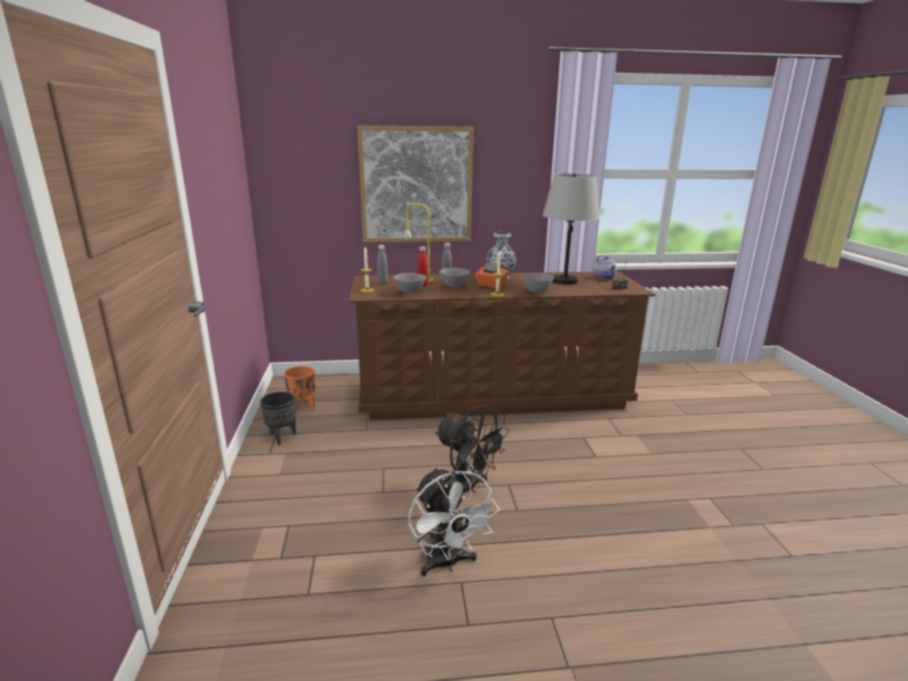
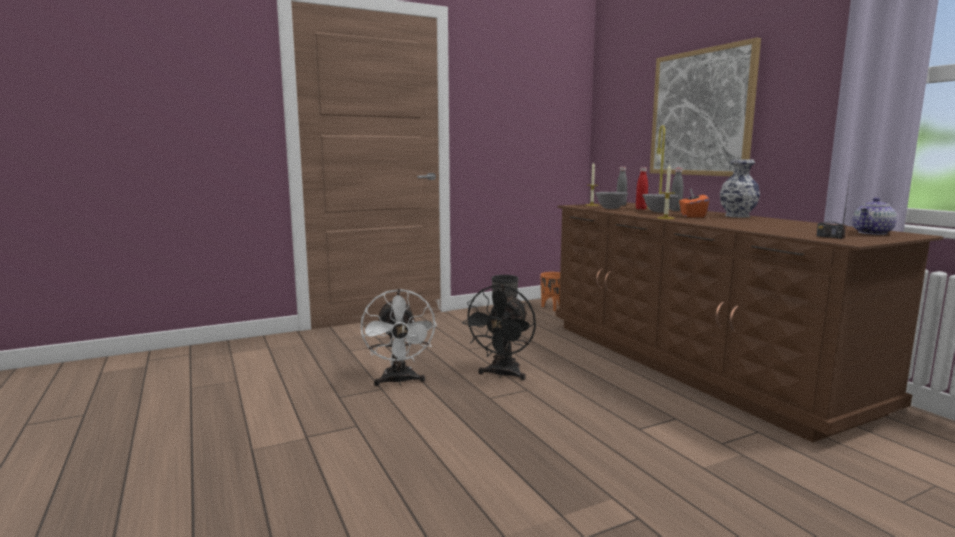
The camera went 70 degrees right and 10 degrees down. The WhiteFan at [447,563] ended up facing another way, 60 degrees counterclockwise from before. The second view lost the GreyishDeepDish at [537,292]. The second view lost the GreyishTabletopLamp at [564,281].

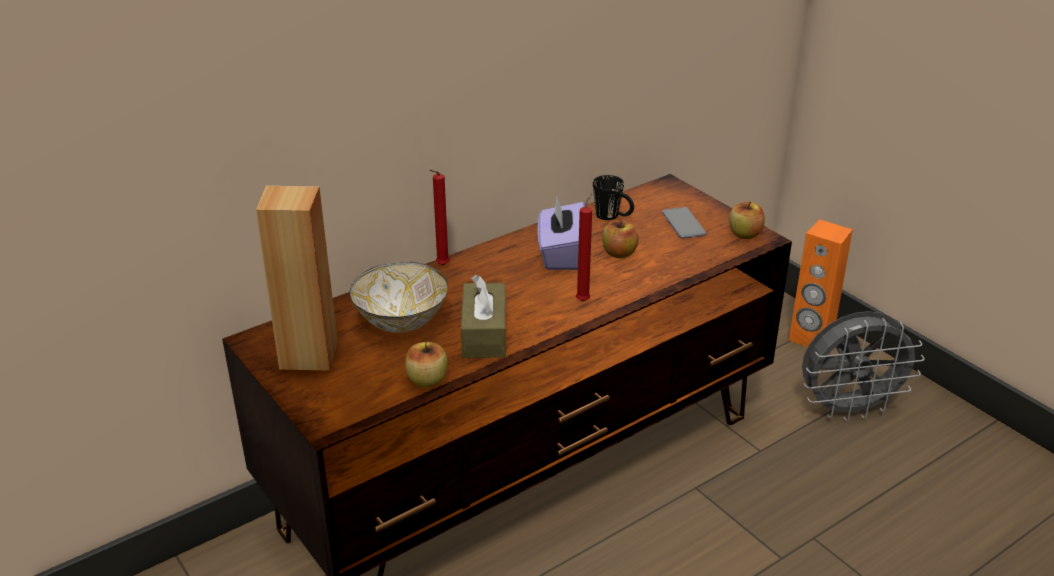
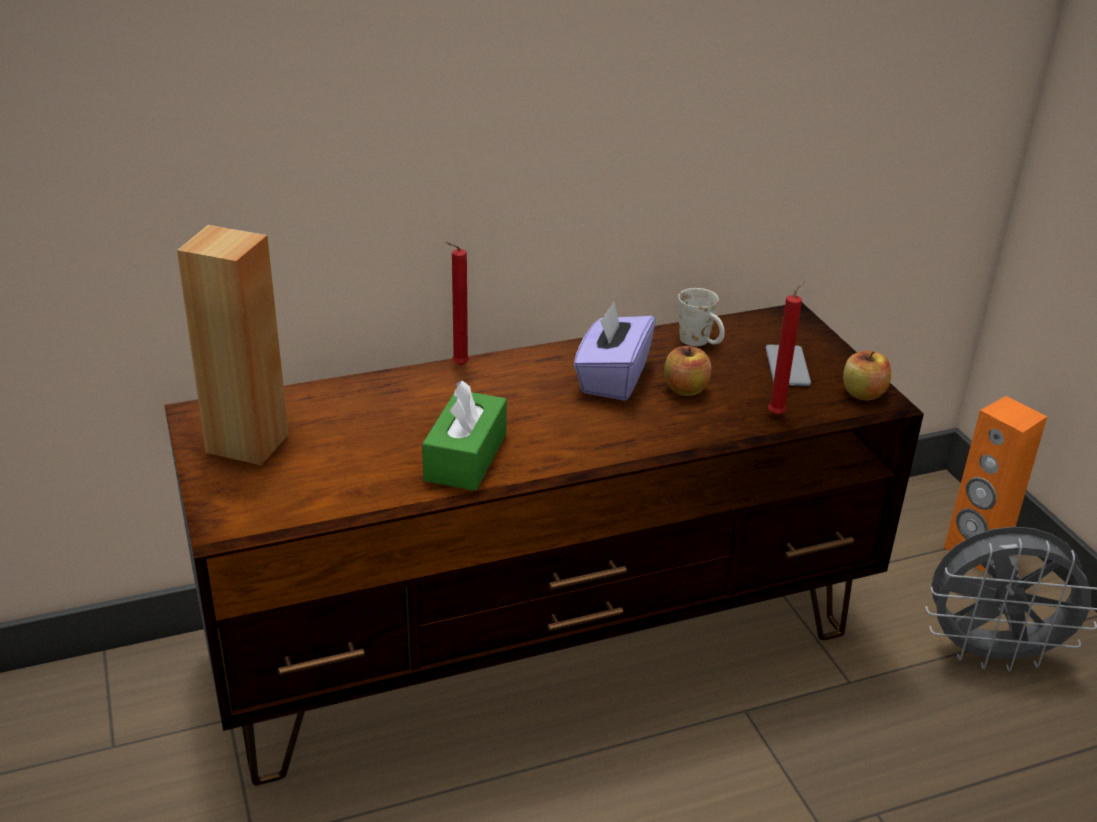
The camera went 15 degrees right and 0 degrees up. The second view lost the DeepDish at [400,321]. The second view lost the WholeApple at [427,380]. What was the BrownColouredTissueBox at [484,334] turned into the GreenishTissueBox at [466,457]. The RedColouredWaxLight ended up elsewhere, having gone from [584,300] to [778,414]. What was the BlackTeaMug at [613,217] turned into the WhiteTeaMug at [701,343].

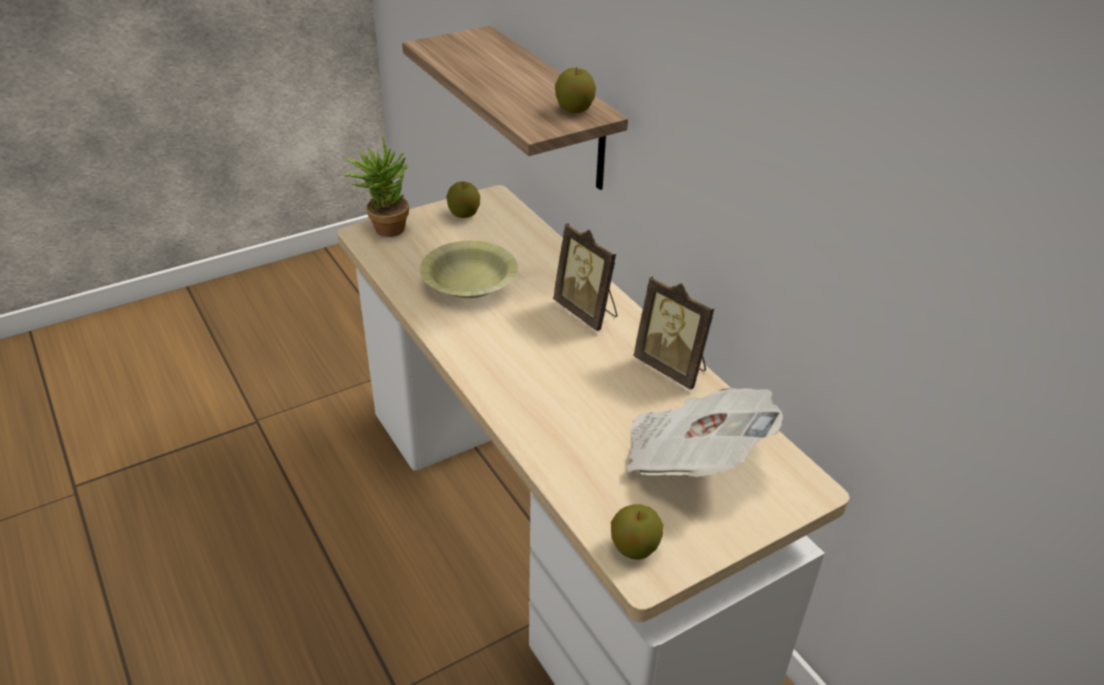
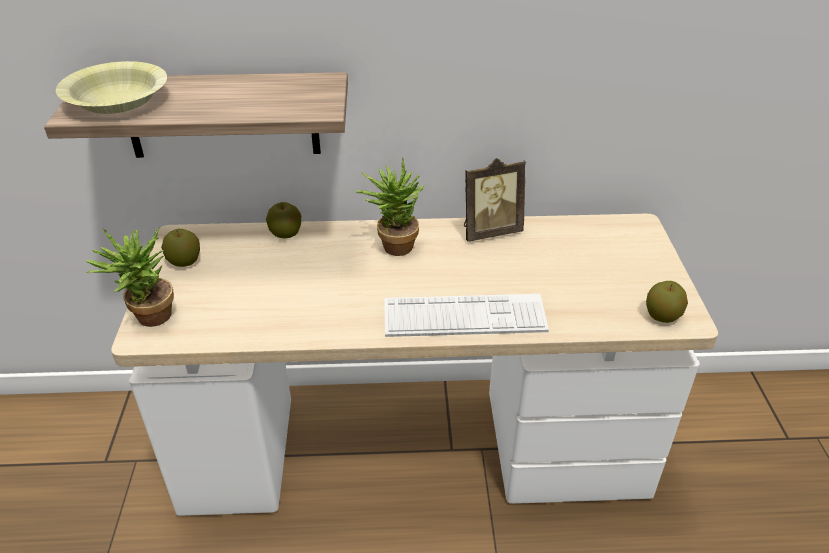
The camera went 60 degrees left and 0 degrees up. The YellowDeepDish ended up elsewhere, having gone from [469,282] to [117,101]. Where the PhotoFrame stood at [587,312], the PottedPlant came to stand at [393,245]. The WholeApple ended up elsewhere, having gone from [574,110] to [286,234]. The second view lost the DailyPaper at [691,458]. The second view gained the Keyboard at [464,317].

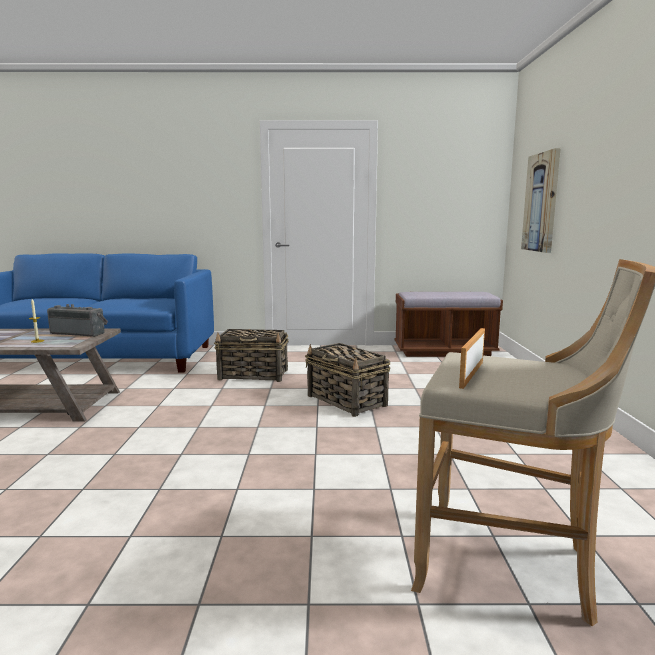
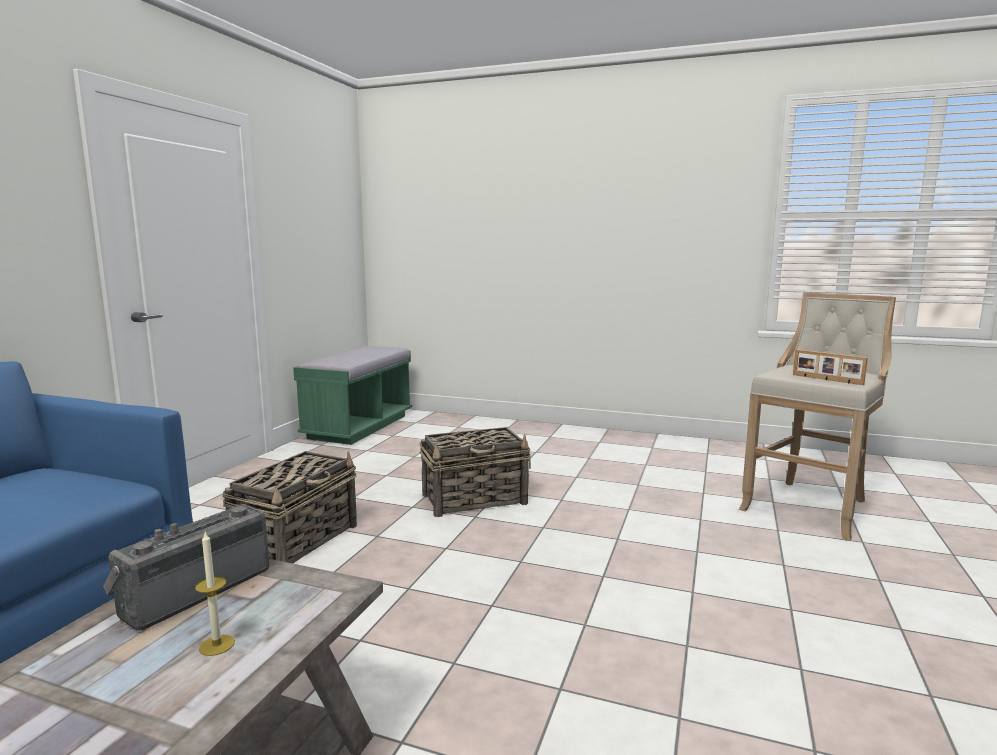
The camera went 70 degrees left and 0 degrees up. What was the BrownColouredBench at [444,351] turned into the GreenishBench at [359,427]. The second view lost the WallPicture at [541,202].

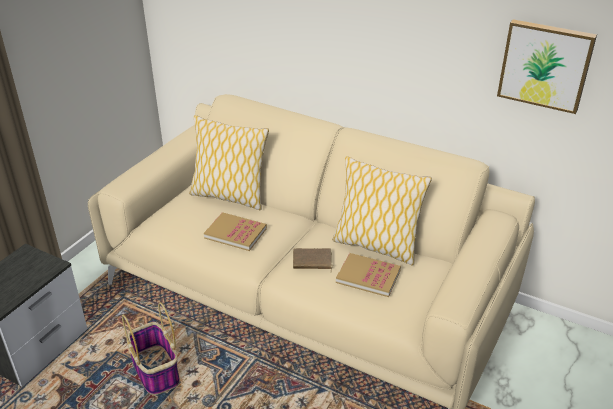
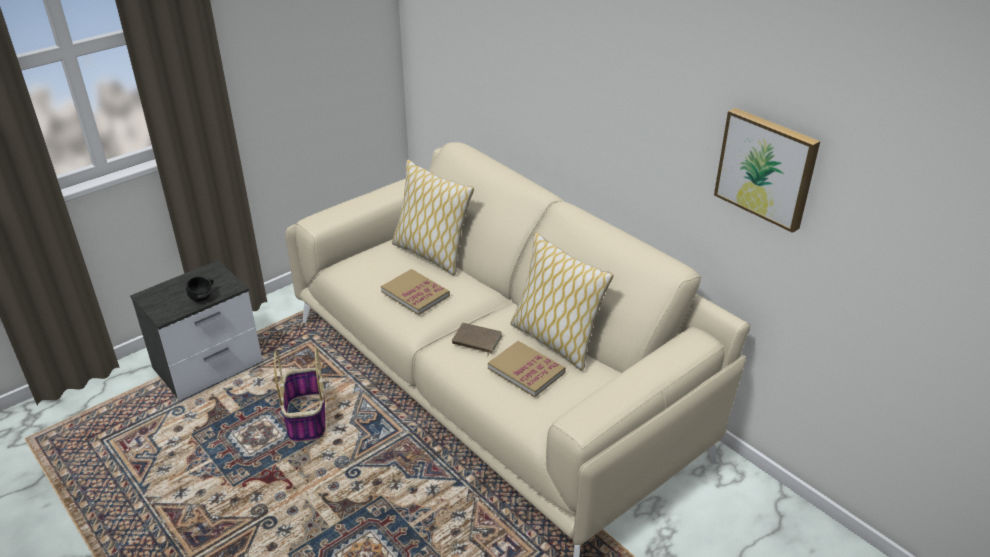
The camera went 20 degrees right and 0 degrees up. The second view gained the BlackTeaMug at [204,297].

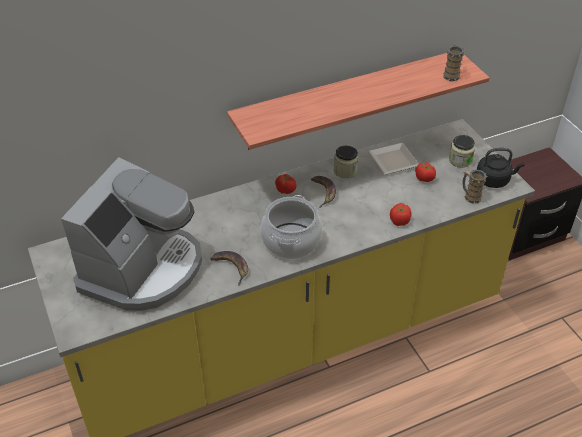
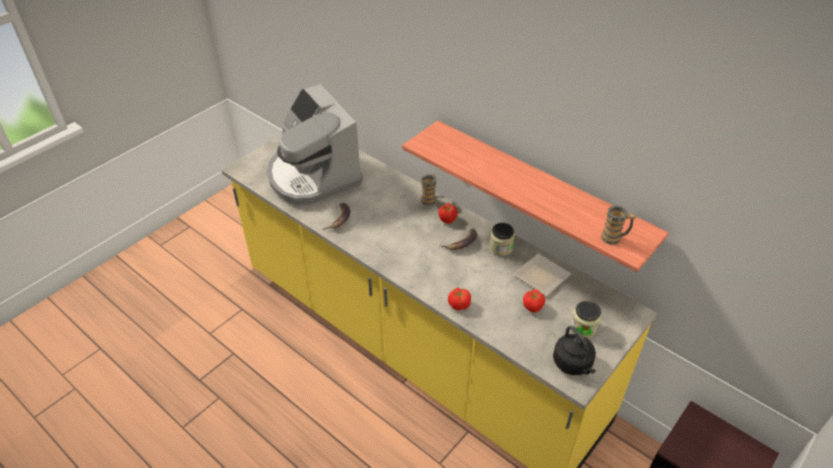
The camera went 65 degrees right and 0 degrees up. The CoffeeMaker at [143,269] ended up facing another way, 60 degrees clockwise from before. The second view lost the Saucepot at [291,241]. The TeaMug ended up elsewhere, having gone from [470,196] to [429,198].

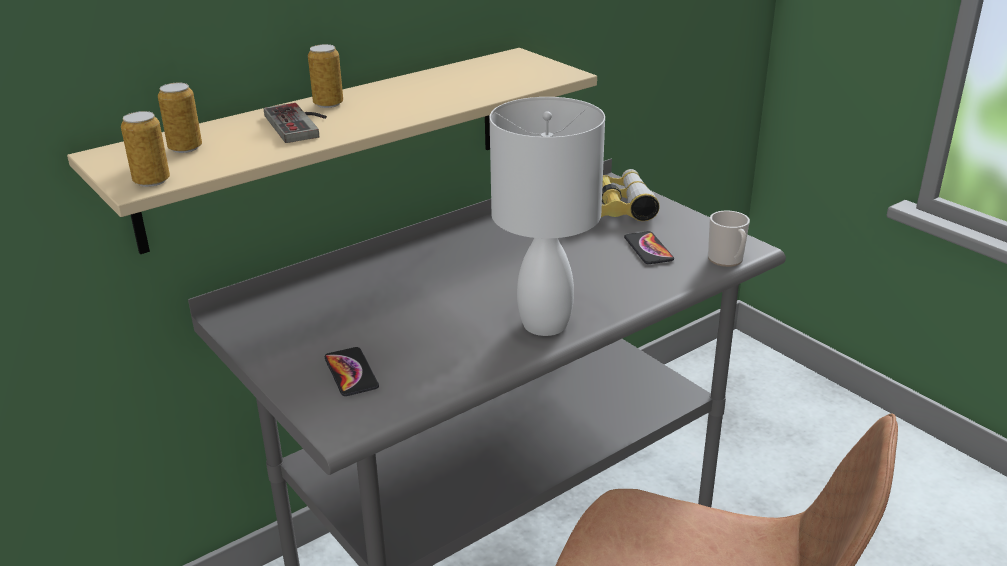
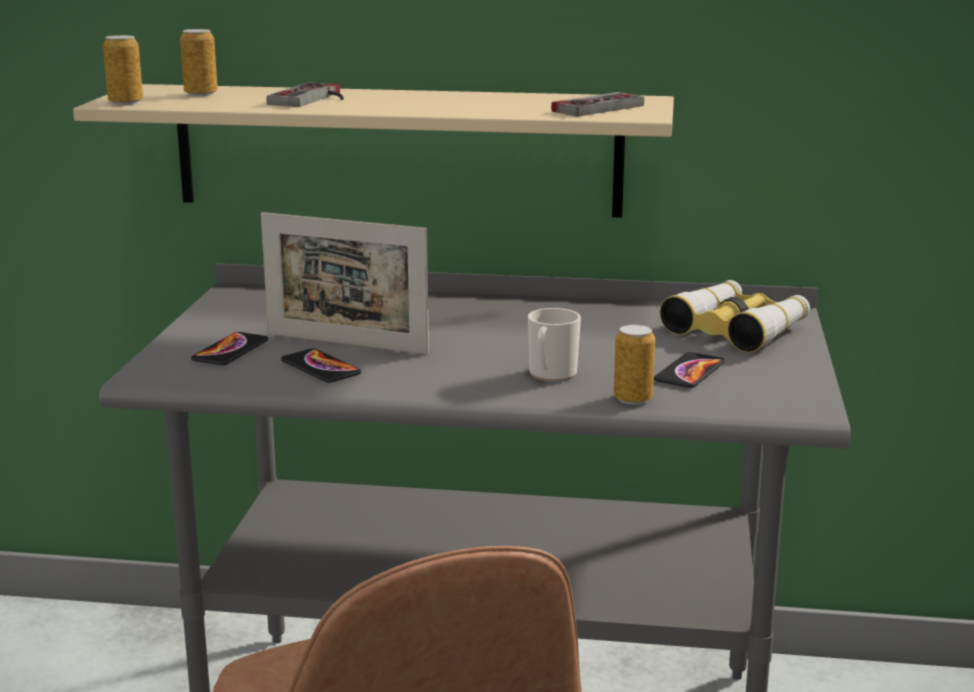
The camera went 45 degrees right and 10 degrees down. The Can ended up elsewhere, having gone from [328,104] to [632,399]. The second view lost the WhiteTabletopLamp at [543,323]. The TeaMug ended up elsewhere, having gone from [727,260] to [551,375]. The second view gained the PhotoFrame at [346,343]. The second view gained the Telephone at [320,367]. The second view gained the Joypad at [590,107].

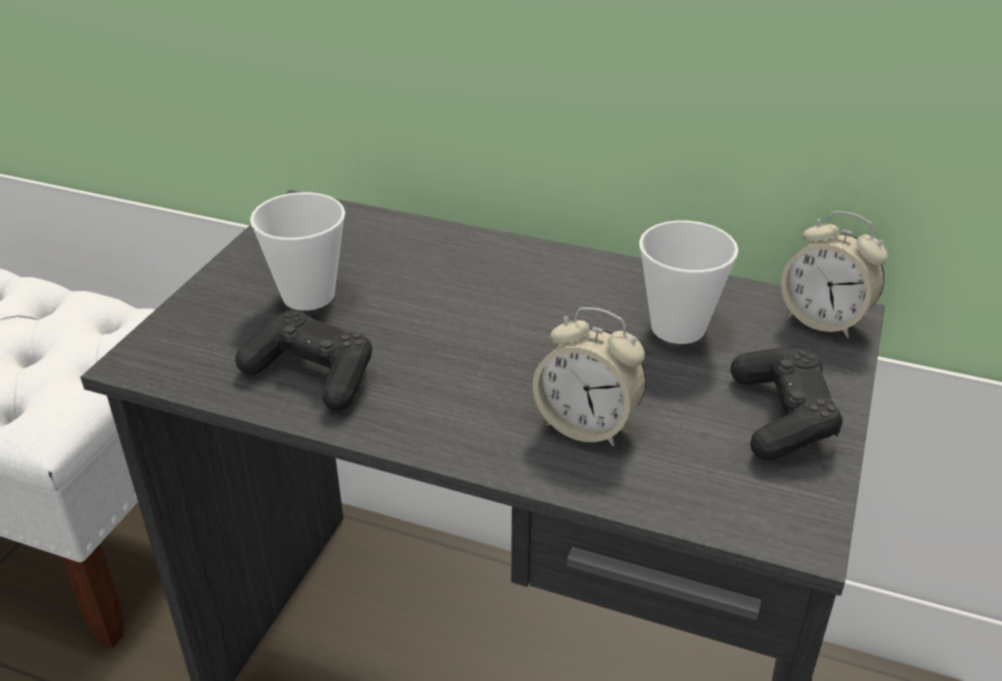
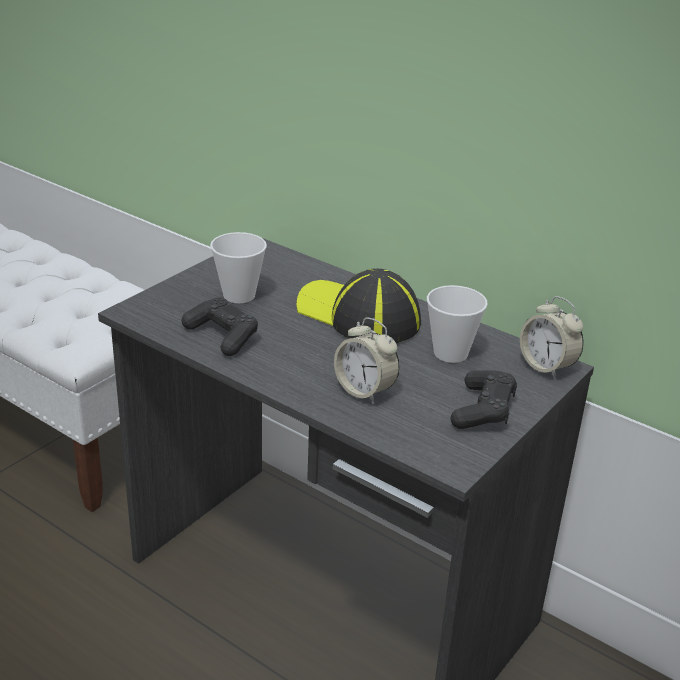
The camera went 15 degrees right and 5 degrees down. The second view gained the PeakedCap at [358,316].

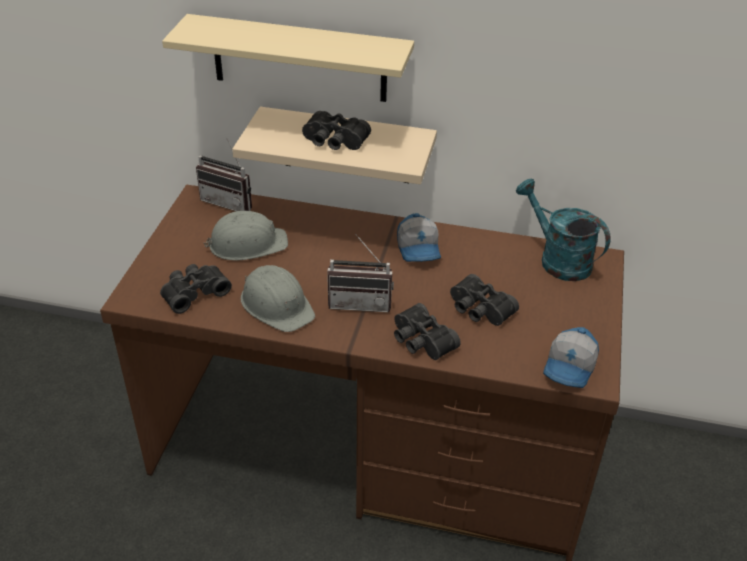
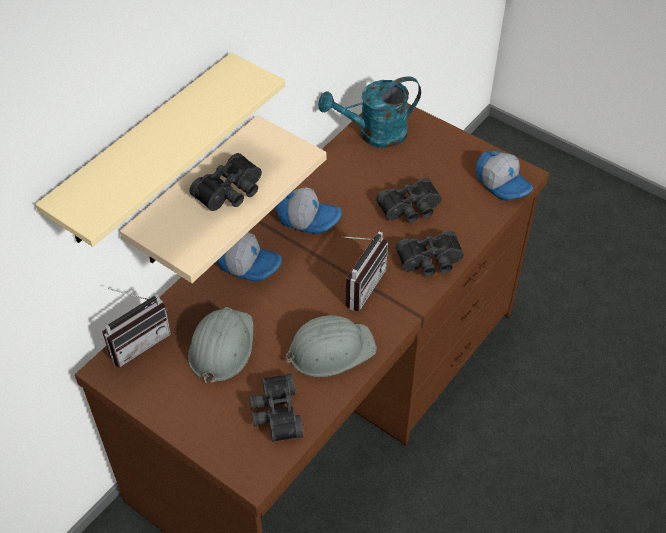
The camera went 65 degrees left and 10 degrees up. The second view gained the PeakedCap at [248,263].

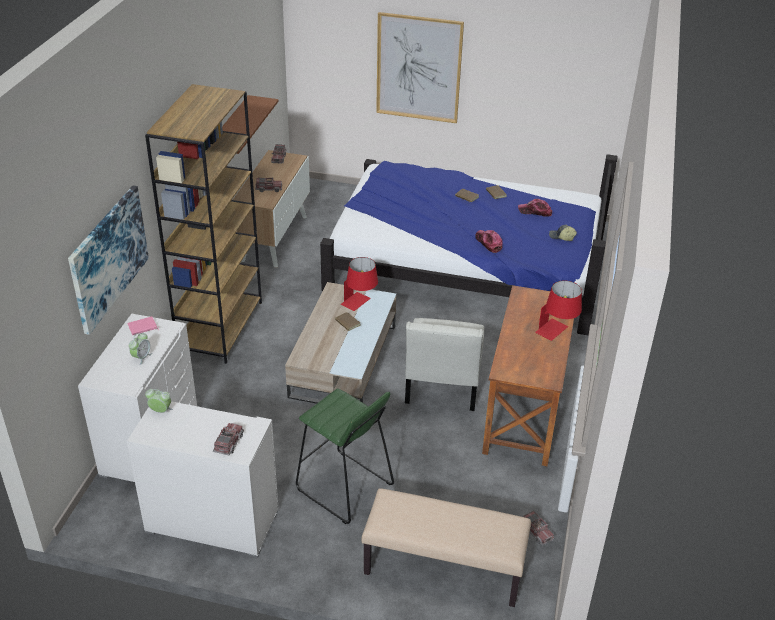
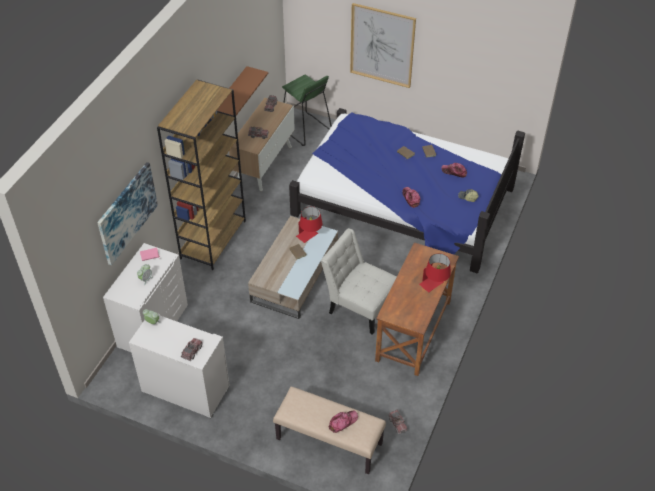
The camera went 10 degrees right and 10 degrees up. The GreenishSittingStool ended up elsewhere, having gone from [344,488] to [306,129]. The WhiteChair at [441,387] ended up facing another way, 105 degrees clockwise from before. The second view gained the PeakedCap at [343,422].

